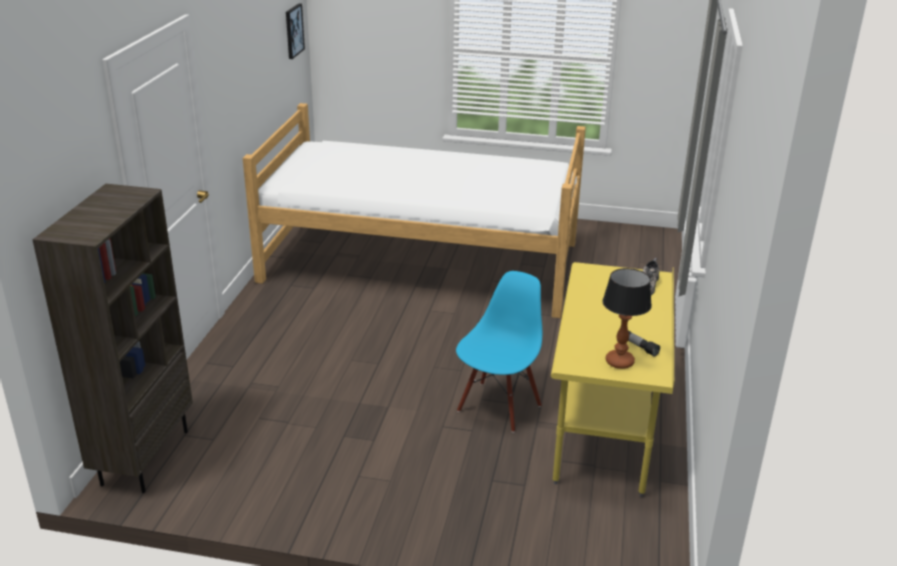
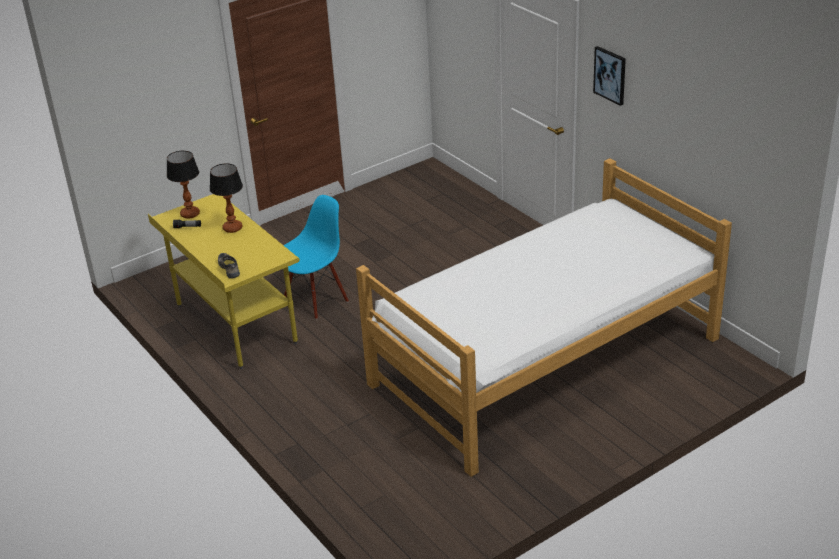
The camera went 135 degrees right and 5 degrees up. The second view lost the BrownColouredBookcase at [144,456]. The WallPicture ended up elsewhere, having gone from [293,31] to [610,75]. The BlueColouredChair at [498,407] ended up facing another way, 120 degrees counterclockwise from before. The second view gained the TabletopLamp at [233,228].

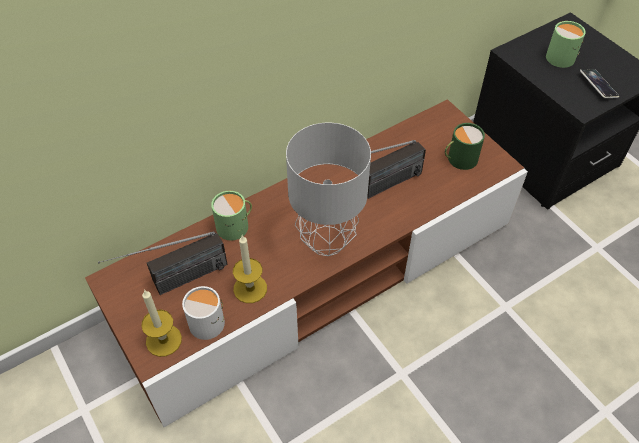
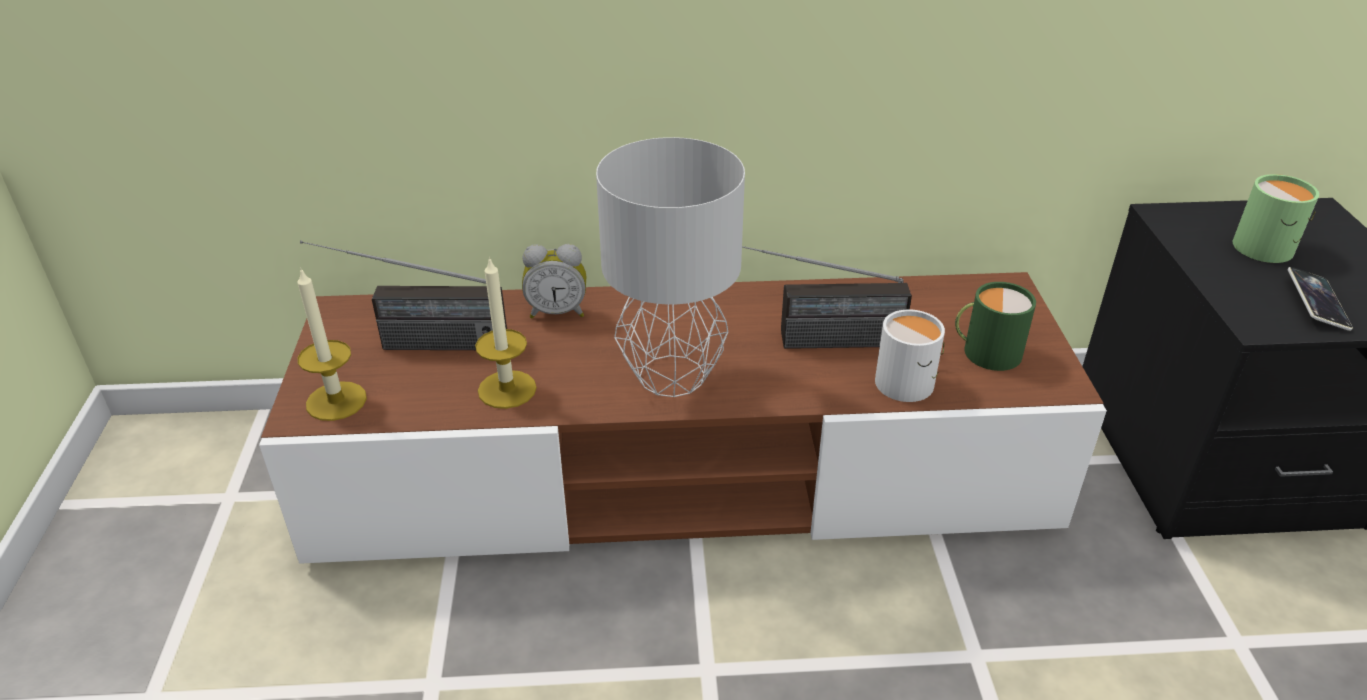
The camera went 30 degrees right and 15 degrees down. The WhiteTeaMug ended up elsewhere, having gone from [209,320] to [909,380]. Where the GreenishTeaMug stood at [236,226], the BedsideClock came to stand at [557,311].

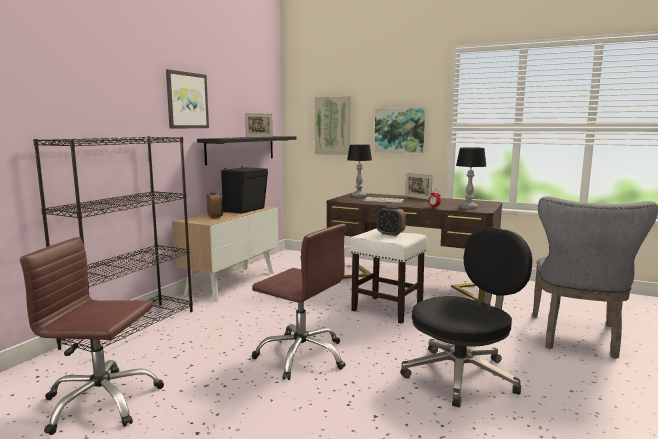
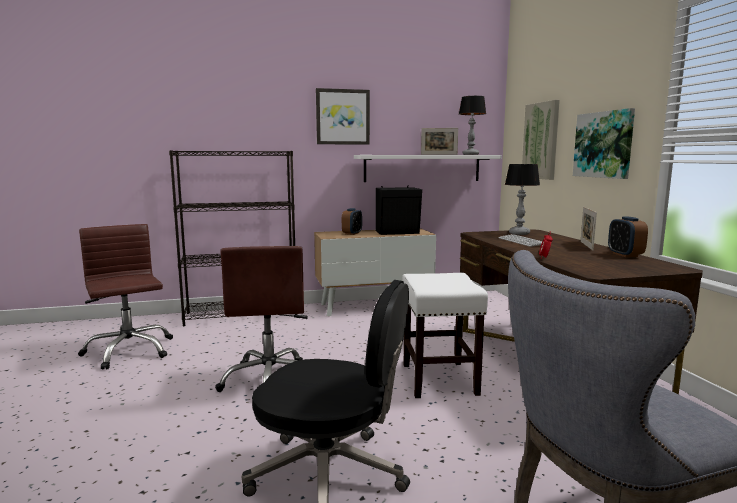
The camera went 50 degrees right and 0 degrees up. What was the BlackWallShelf at [241,149] turned into the WhiteWallShelf at [422,168]. The BedsideClock ended up elsewhere, having gone from [390,234] to [625,255]. The TabletopLamp ended up elsewhere, having gone from [469,208] to [470,154].

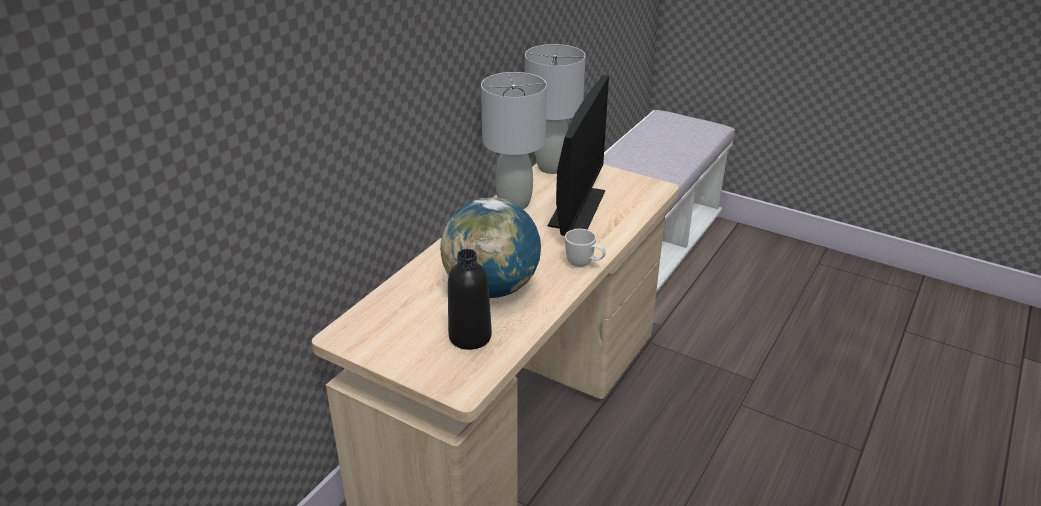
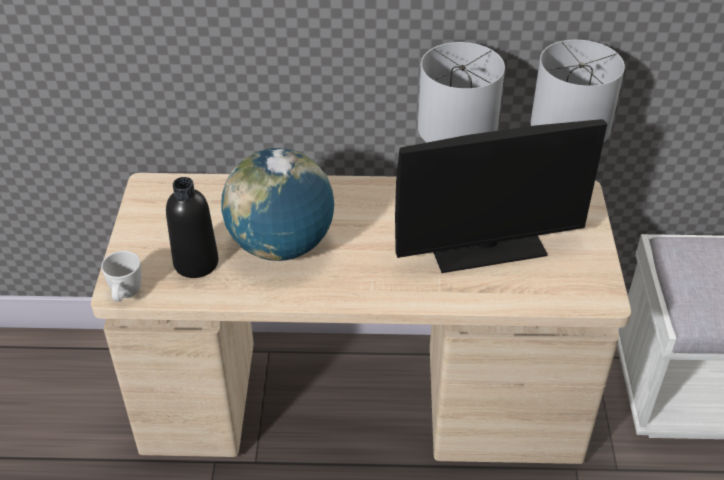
The camera went 60 degrees right and 10 degrees up. The WhiteTeaMug ended up elsewhere, having gone from [584,264] to [125,296].

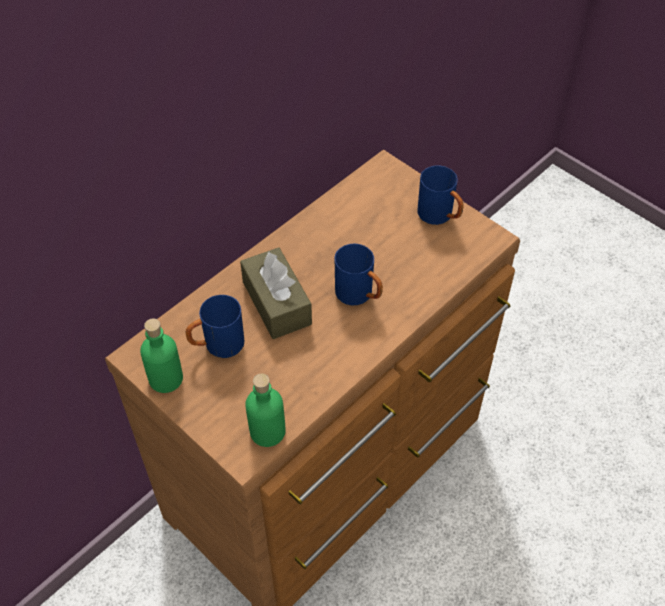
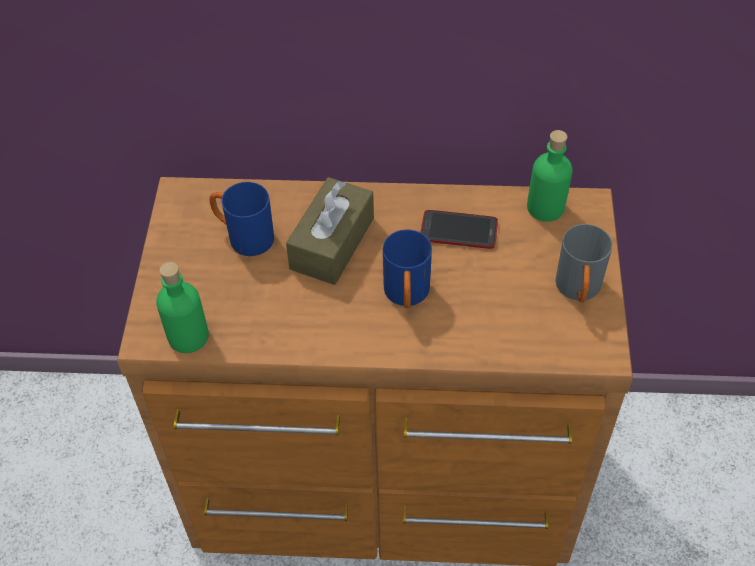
The camera went 50 degrees right and 0 degrees up. The GreenishDrinkBottle ended up elsewhere, having gone from [166,378] to [545,207]. What was the BlueColouredTeaMug at [440,216] turned into the GreyishTeaMug at [578,291]. The second view gained the Telephone at [458,230].

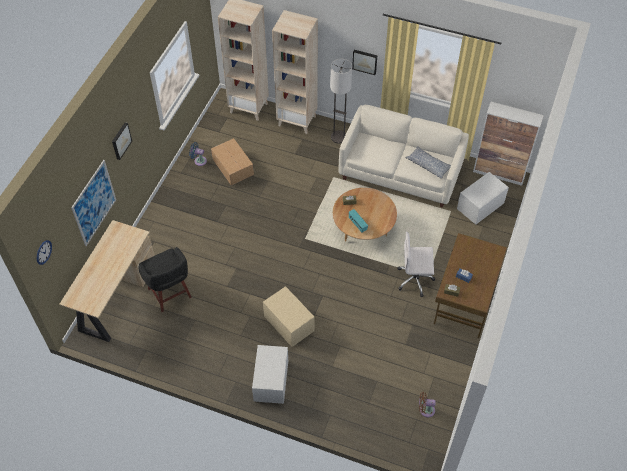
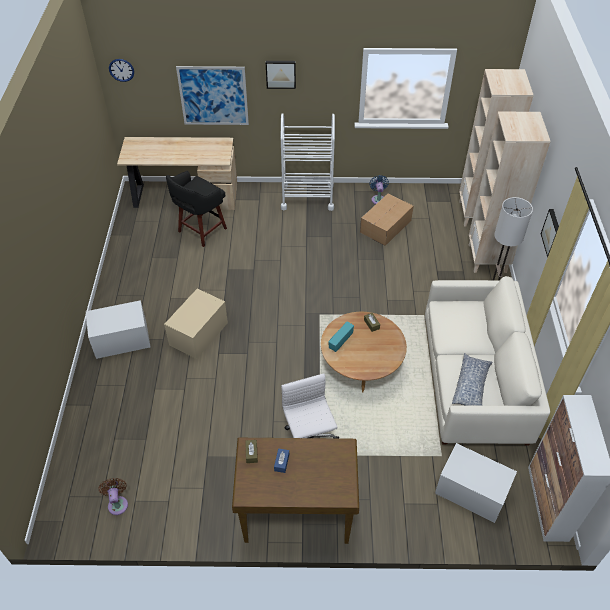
The camera went 70 degrees right and 5 degrees down. The second view gained the WhiteTrolley at [307,197].

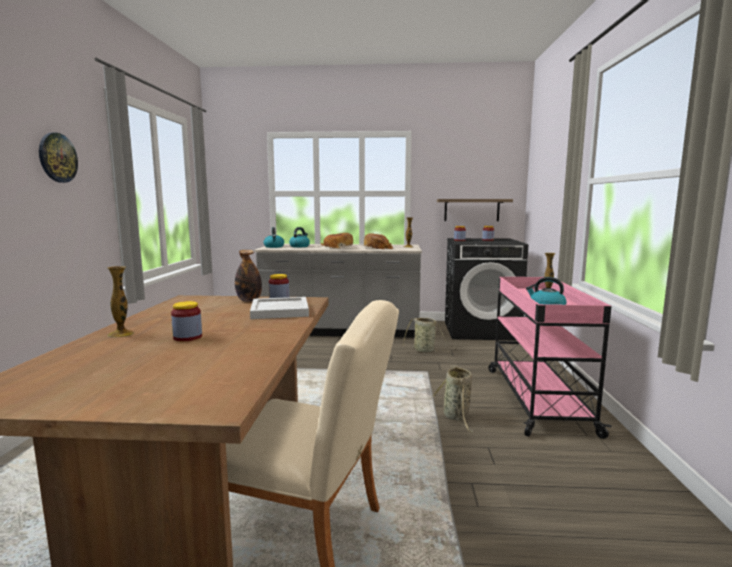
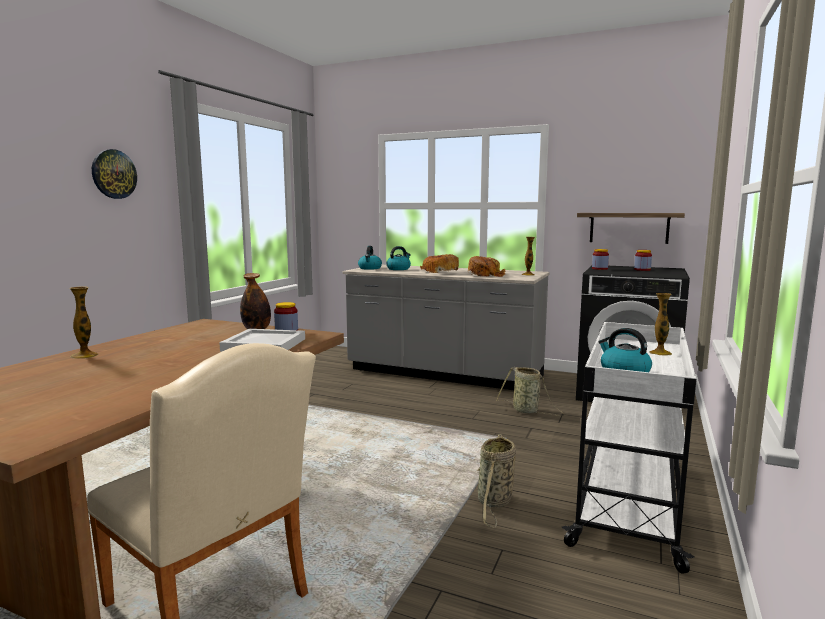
The camera went 20 degrees right and 0 degrees up. The second view lost the StorageJar at [187,337]. What was the PinkTrolley at [537,399] turned into the WhiteTrolley at [628,498].

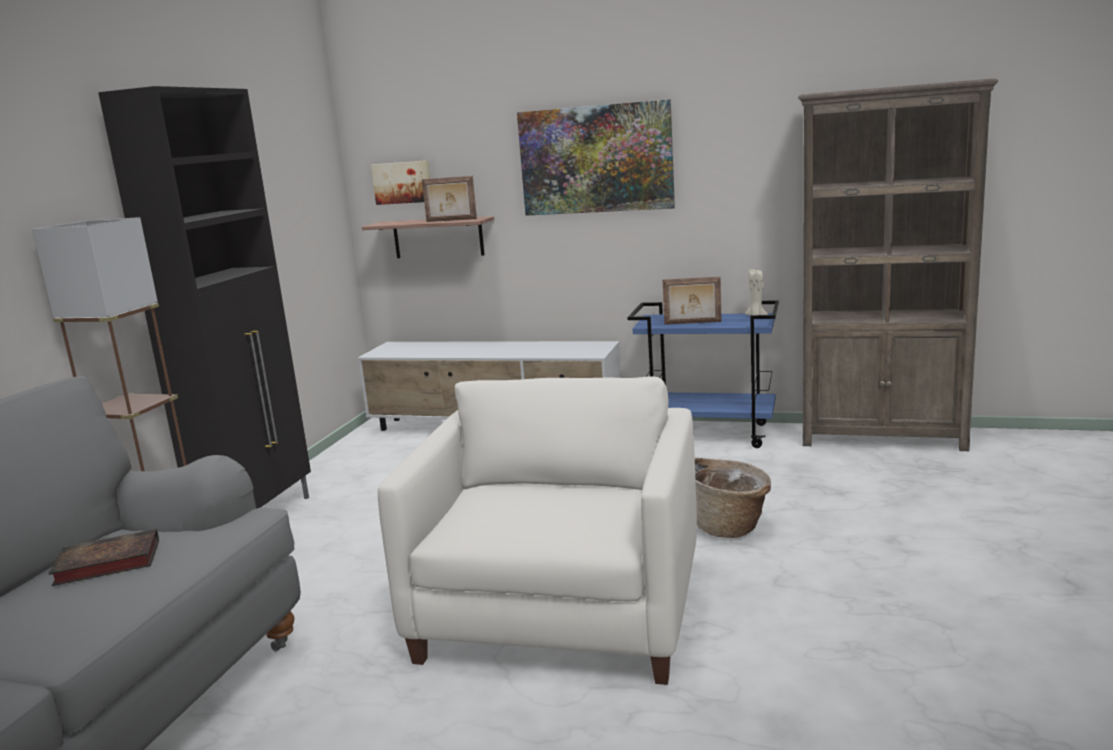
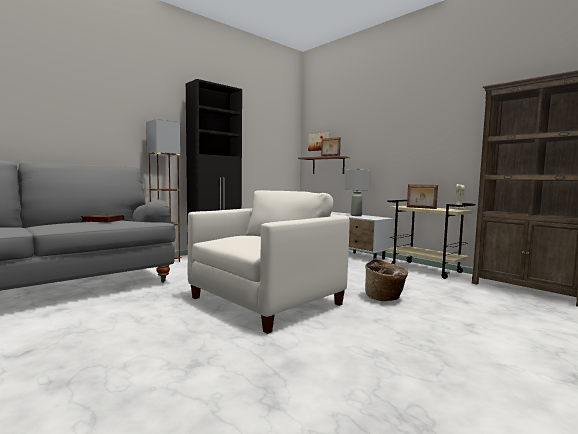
The camera went 30 degrees right and 10 degrees down. The second view lost the WallPicture at [596,159]. What was the BlueColouredTrolley at [709,434] turned into the SandColouredTrolley at [426,270]. The second view gained the GreyishTabletopLamp at [356,215].

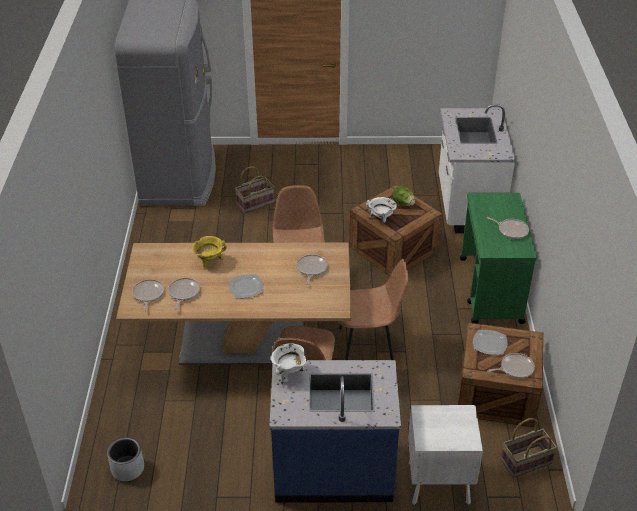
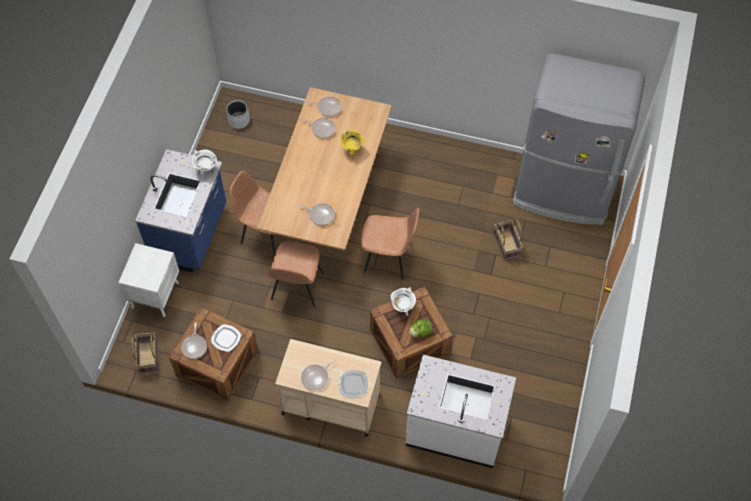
The camera went 105 degrees right and 20 degrees up. The Plate ended up elsewhere, having gone from [246,287] to [352,384]. What was the GreenishTrolley at [490,290] turned into the SandColouredTrolley at [330,403].

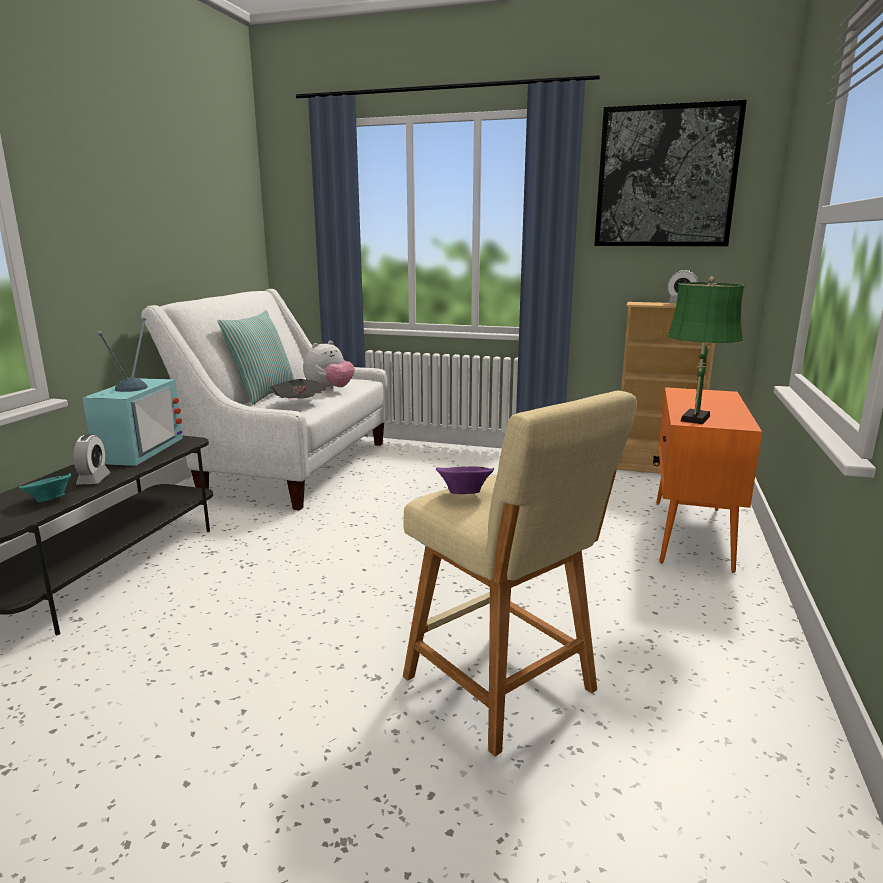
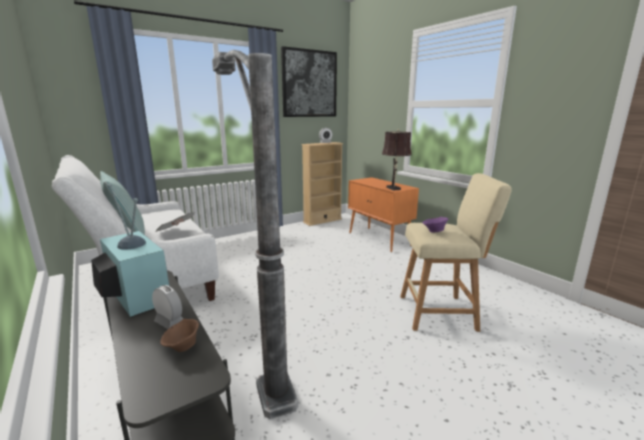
The camera went 50 degrees left and 0 degrees up. What was the BlueGreenDeepDish at [49,500] turned into the BrownColouredDeepDish at [182,347]. The second view lost the CuddlyToy at [329,390]. What was the GreenishTabletopLamp at [694,419] turned into the BrownColouredTabletopLamp at [394,189]. The second view gained the FloorLamp at [254,327].

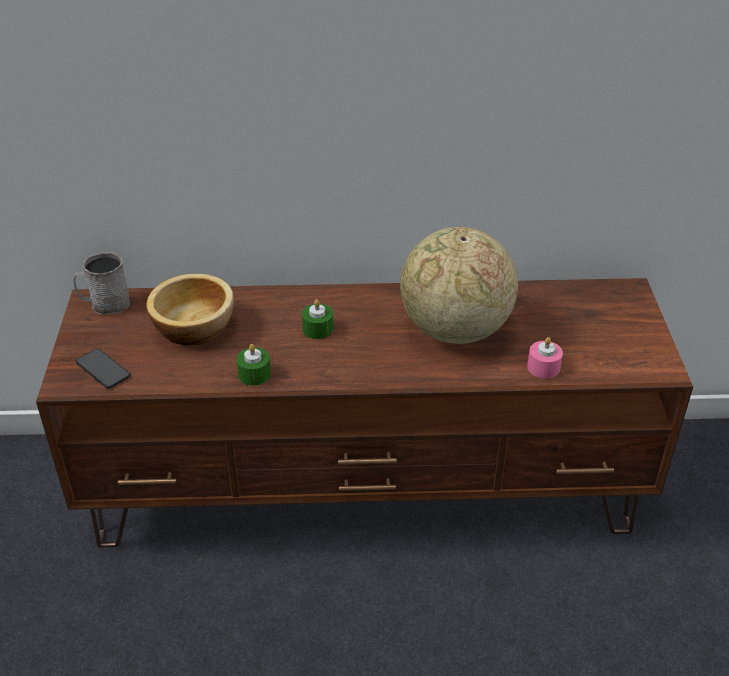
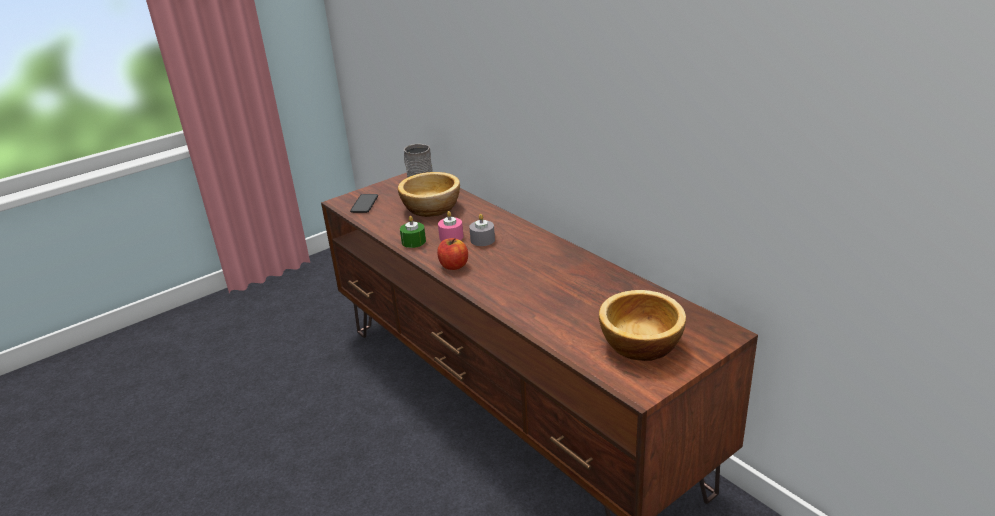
The camera went 55 degrees right and 10 degrees down. What was the GreenishWaxLight at [318,329] turned into the GreyishWaxLight at [482,240]. The second view lost the Globe at [454,330]. The PinkWaxLight ended up elsewhere, having gone from [543,367] to [451,237]. The second view gained the WholeApple at [453,266]. The second view gained the DeepDish at [639,343].

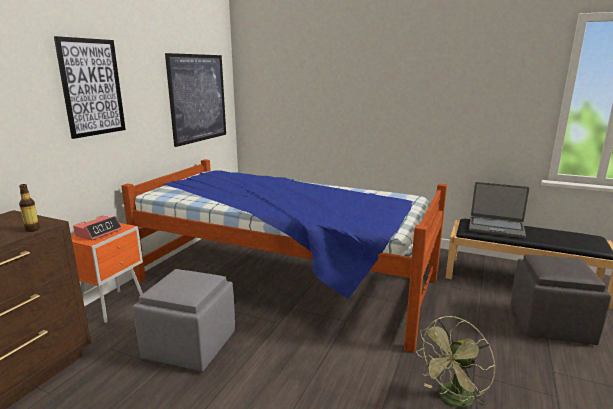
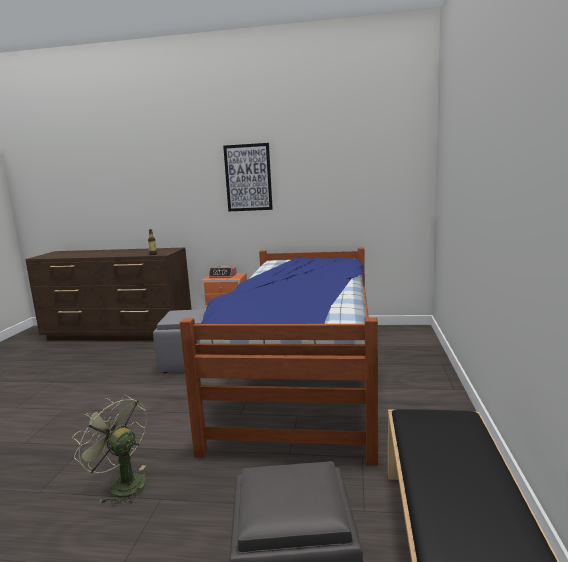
The camera went 75 degrees right and 5 degrees down. The second view lost the WallPicture at [198,98]. The second view lost the Laptop at [496,228].

